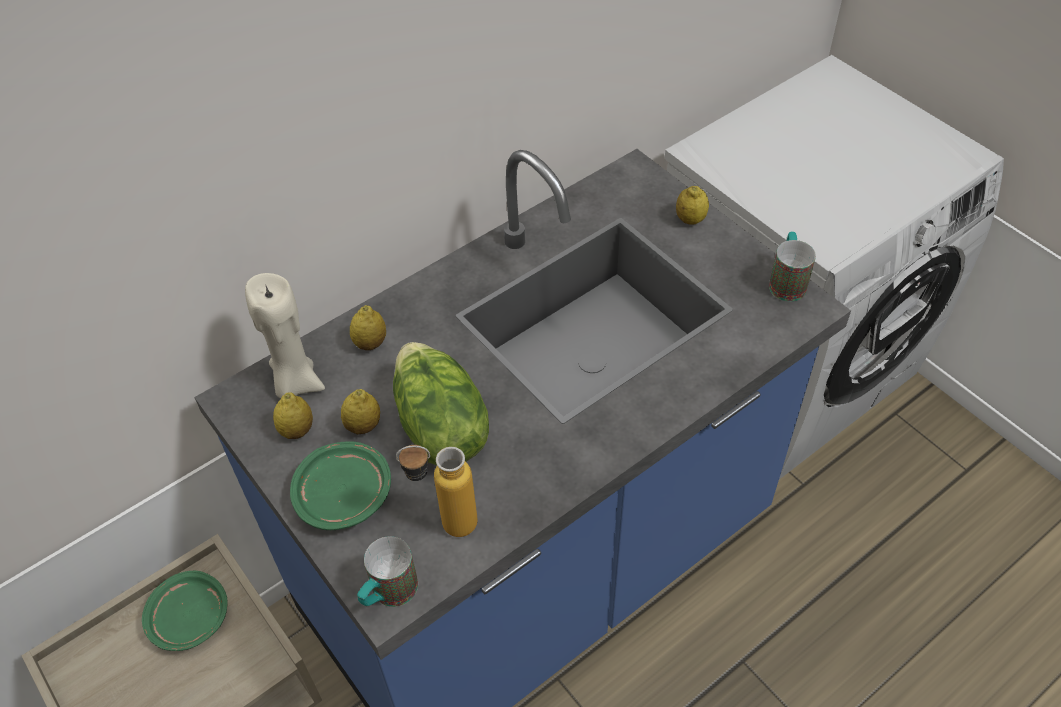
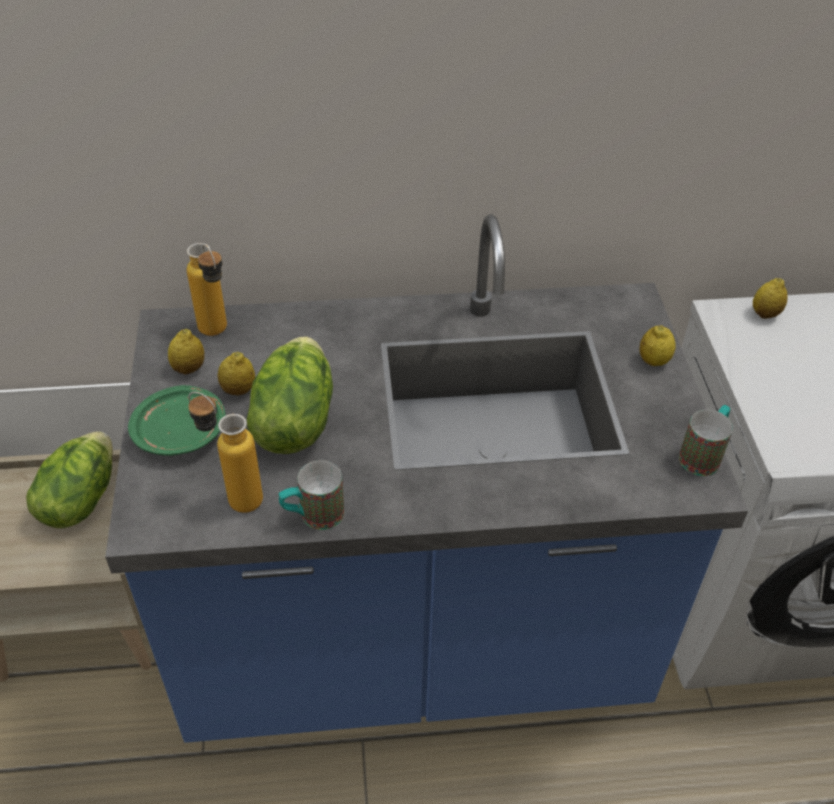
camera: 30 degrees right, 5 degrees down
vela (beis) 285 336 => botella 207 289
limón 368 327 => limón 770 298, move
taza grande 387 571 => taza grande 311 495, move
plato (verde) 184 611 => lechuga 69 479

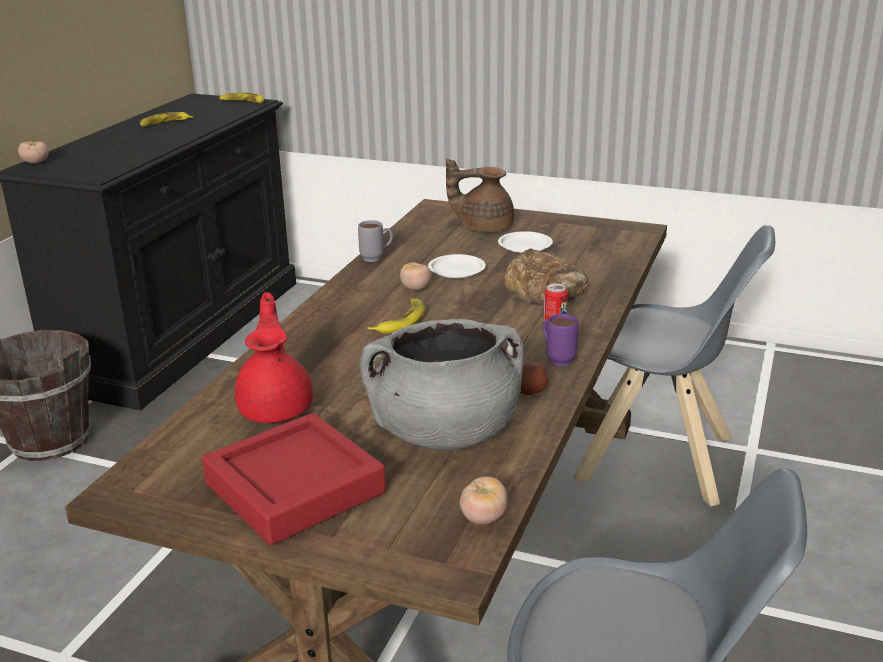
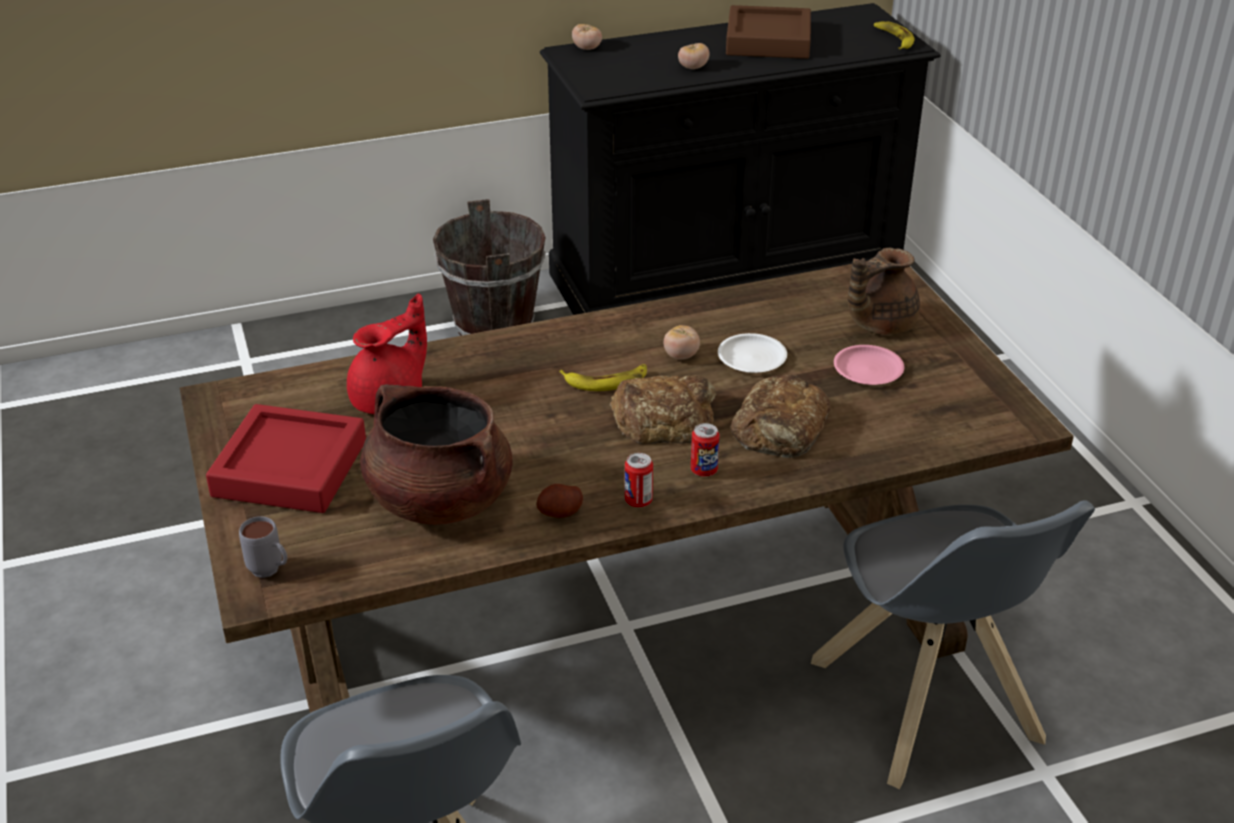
camera: 50 degrees right, 10 degrees up
plátano 167 119 => bandeja (marrón) 768 32
tetera (marrón) 480 195 => tetera (marrón) 884 291, 90 degrees counterclockwise
taza grande (gris) 375 241 => taza grande (gris) 263 547, move
plato (blanco) 525 242 => plato (rosa) 869 365
taza grande (morado) 560 340 => lata 639 480
olla (gris) 442 384 => olla (marrón) 436 454
tomate 484 500 => tomate 693 56, move
nothing => pan 663 409

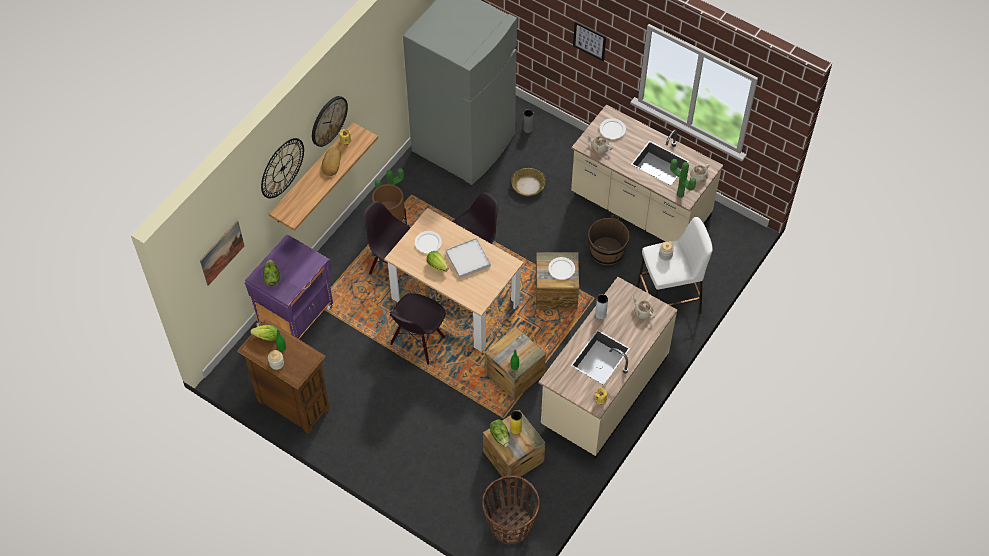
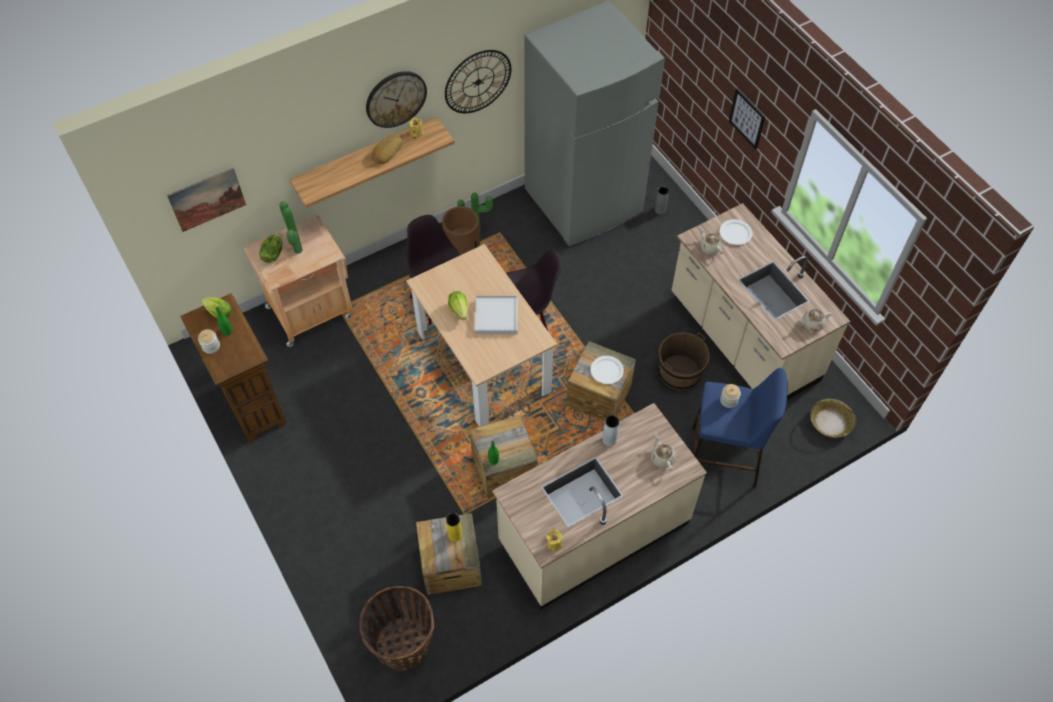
camera: 25 degrees right, 0 degrees up
reloj de pared 282 168 => reloj de pared 478 81, move
planta en maceta 683 178 => planta en maceta 291 227, move
cesta 528 182 => cesta 834 418, move
taburete (blanco) 674 265 => taburete (azul) 740 428
plato (blanco) 428 242 => nothing
carrito (morado) 289 287 => carrito (marrón) 298 281
silla (negro) 418 329 => nothing
lechuga 500 433 => nothing

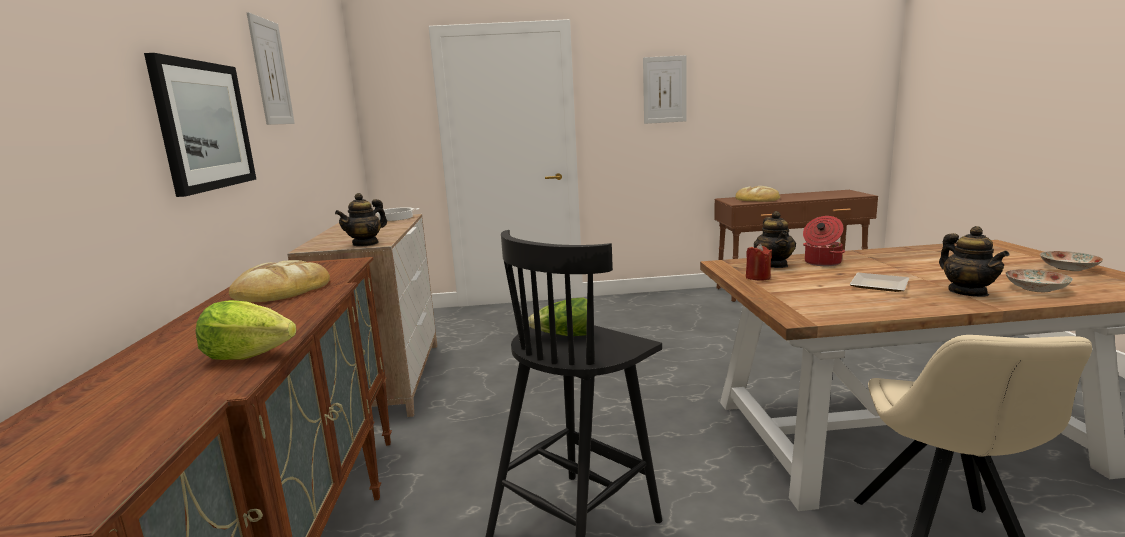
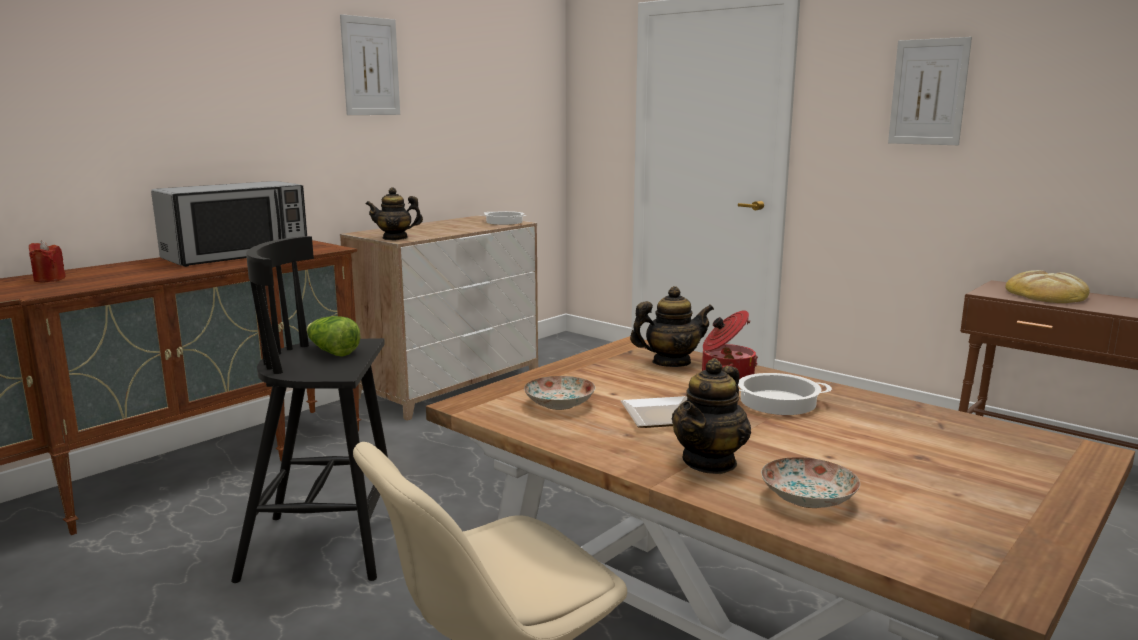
camera: 45 degrees right, 0 degrees up
cuadro 200 125 => nothing
tetera 775 239 => tetera 672 326, 150 degrees counterclockwise
vela (rojo) 759 262 => vela (rojo) 47 261, move
plato 1071 261 => plato 560 393, move
pan 279 281 => microondas 229 224
lechuga 246 330 => nothing
nothing => olla 785 394

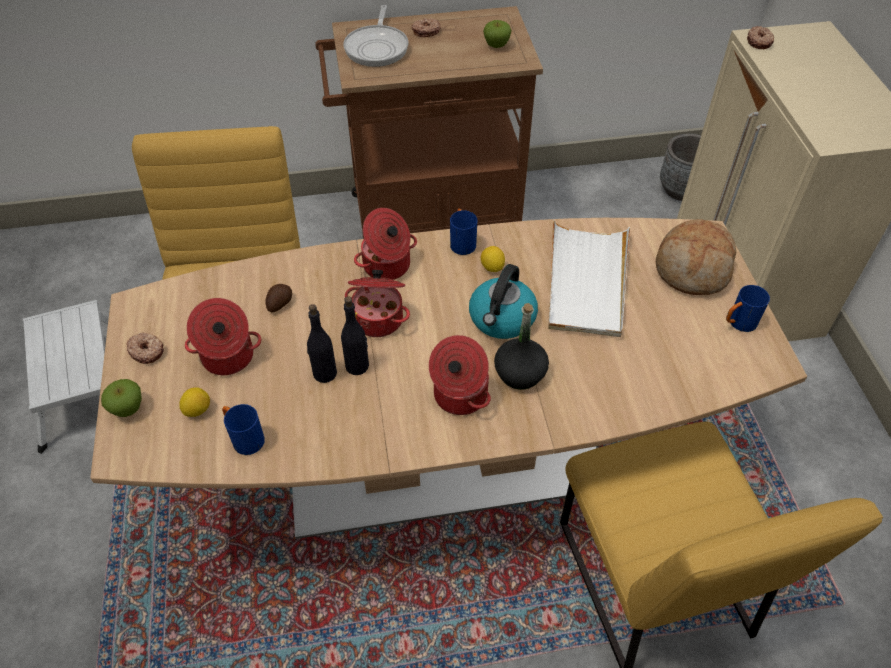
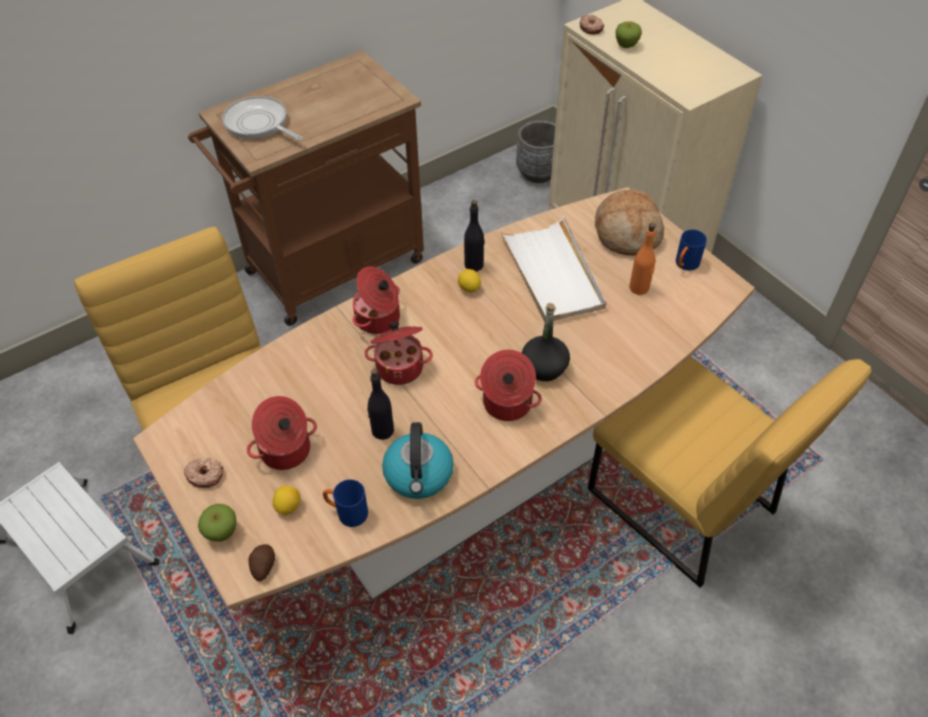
camera: 25 degrees left, 0 degrees up
sartén 375 36 => sartén 262 118, 150 degrees clockwise
rosquilla 425 27 => nothing
manzana 497 34 => manzana 629 34, move
taza grande (azul) 463 232 => nothing
hervidor 503 301 => hervidor 418 460, move
patata 278 298 => patata 262 562, move
botella (negro) 355 335 => botella (negro) 474 235, move
nothing => botella (naranja) 642 259

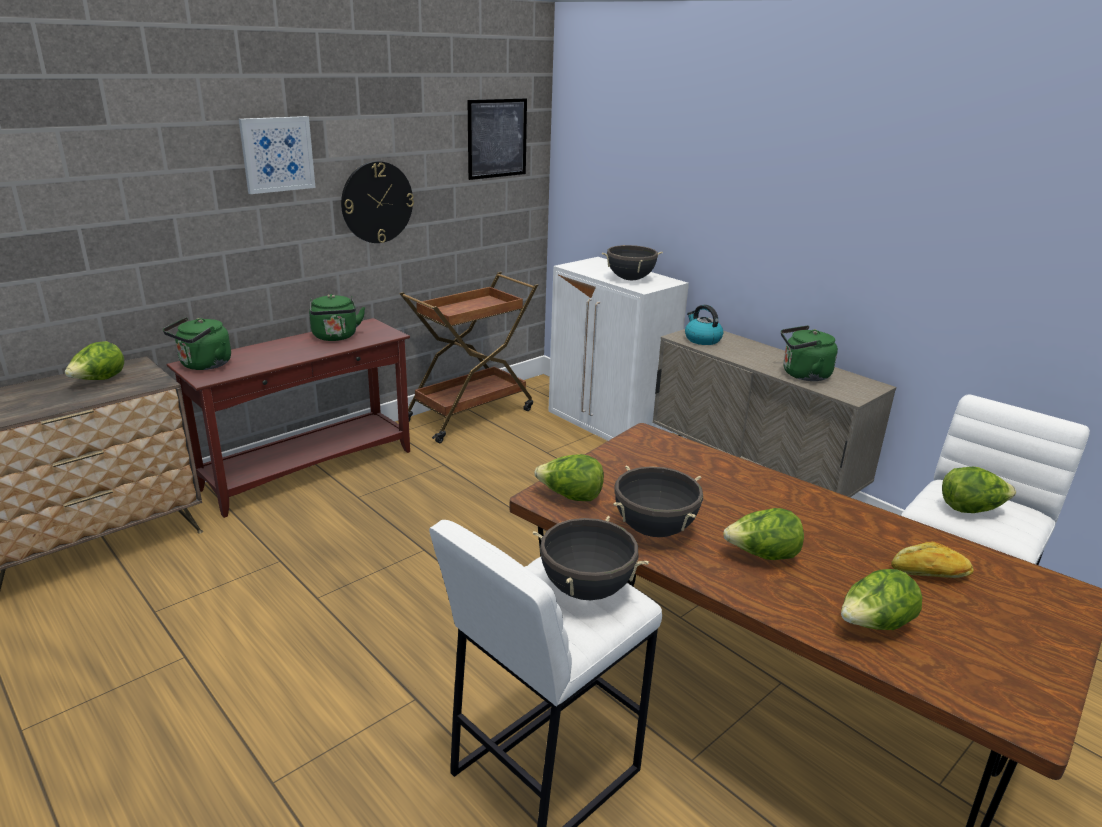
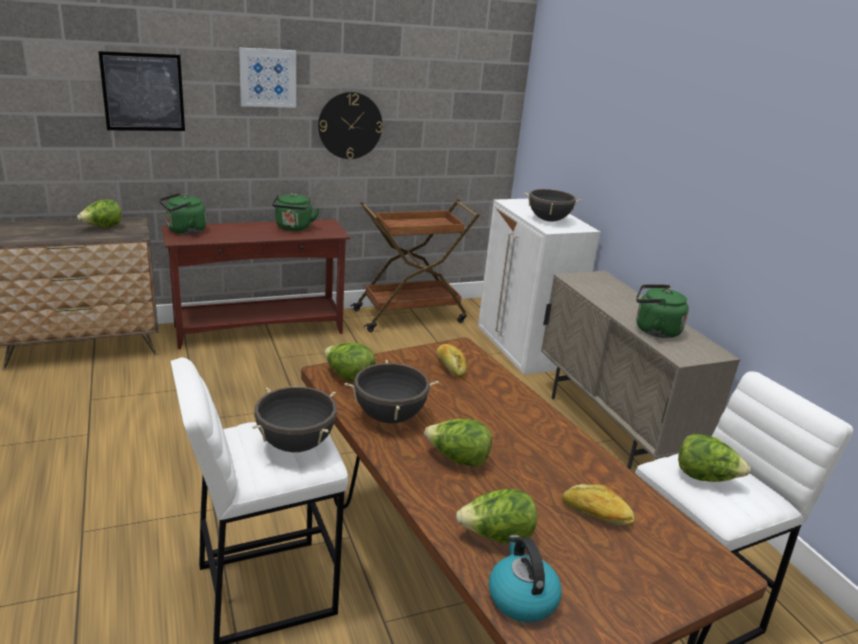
camera: 20 degrees right, 0 degrees up
cuadro 497 139 => cuadro 141 91, move
hervidor 704 325 => hervidor 525 578, move
nothing => pan 452 361

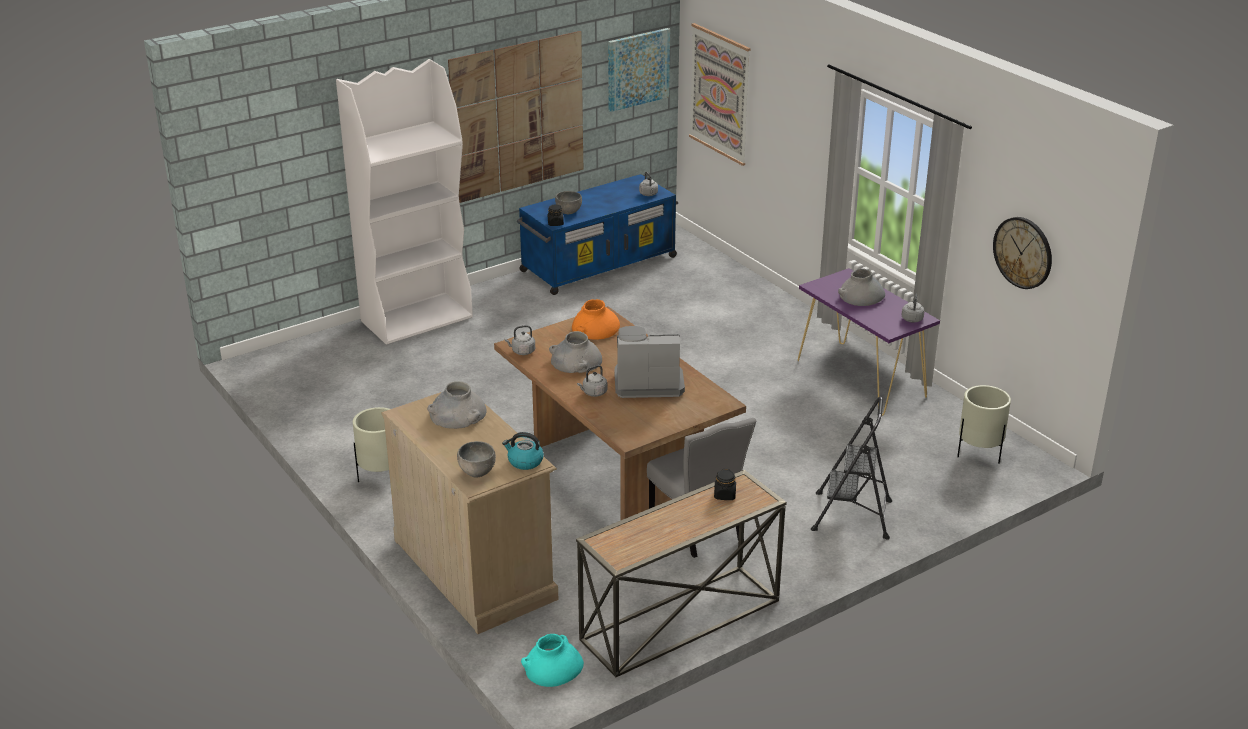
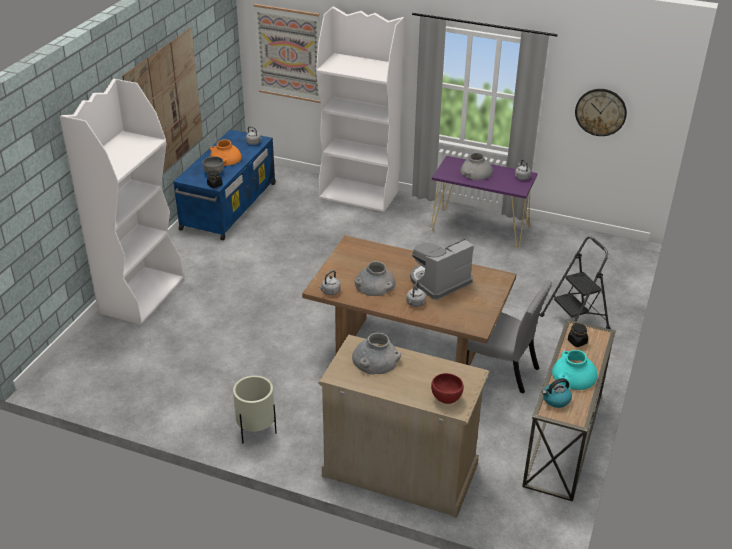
camera: 35 degrees left, 5 degrees up
cuadro 639 70 => nothing
florero (naranja) 596 319 => florero (naranja) 226 152, move
maceta (beis) 984 424 => nothing
hervidor 523 451 => hervidor 557 393, move
cuenco (gris) 476 459 => cuenco (rojo) 447 388
florero (turquesa) 552 660 => florero (turquesa) 575 370, move
nothing => estantería (blanco) 360 109

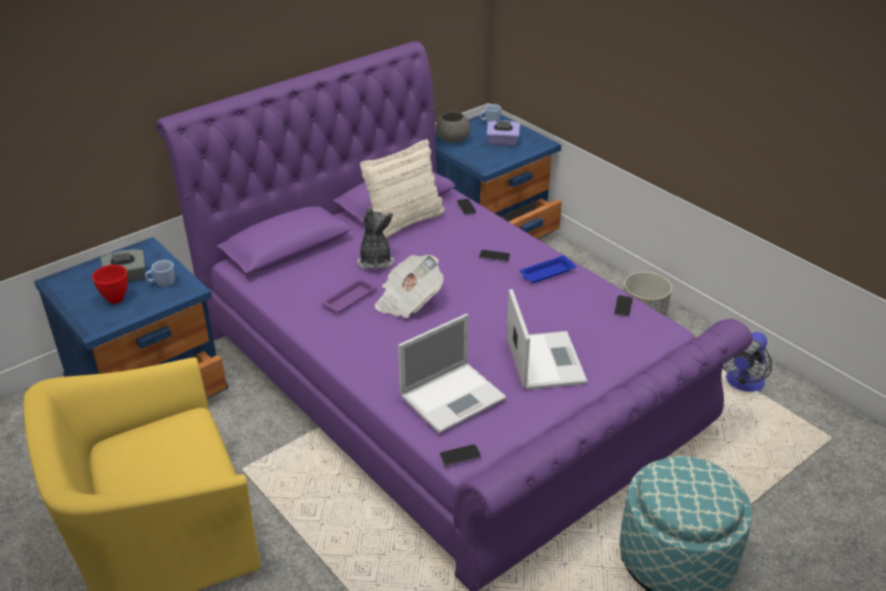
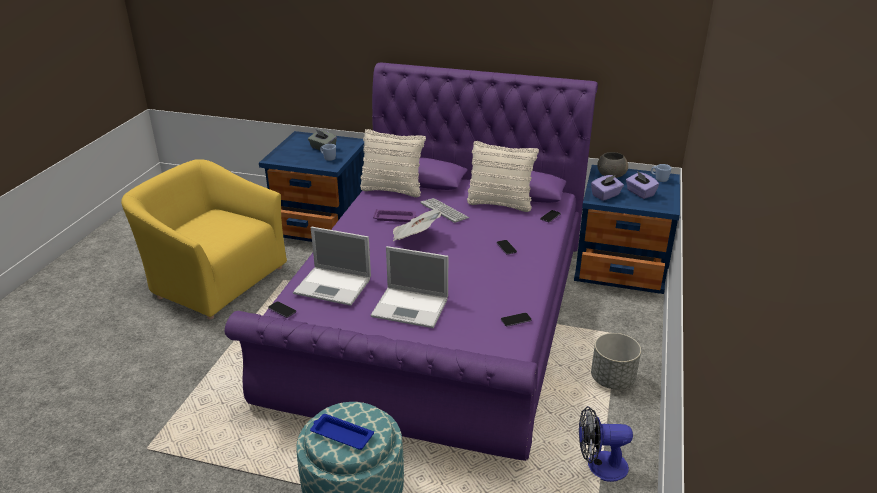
camera: 55 degrees right, 5 degrees down
peluche 375 238 => teclado 444 210
bandeja (azul) 548 269 => bandeja (azul) 342 432, move
cuenco (rojo) 110 284 => nothing
portátil 547 339 => portátil 409 287, 60 degrees clockwise
nothing => cojín (beis) 393 163
nothing => caja de pañuelos (morado) 607 188

